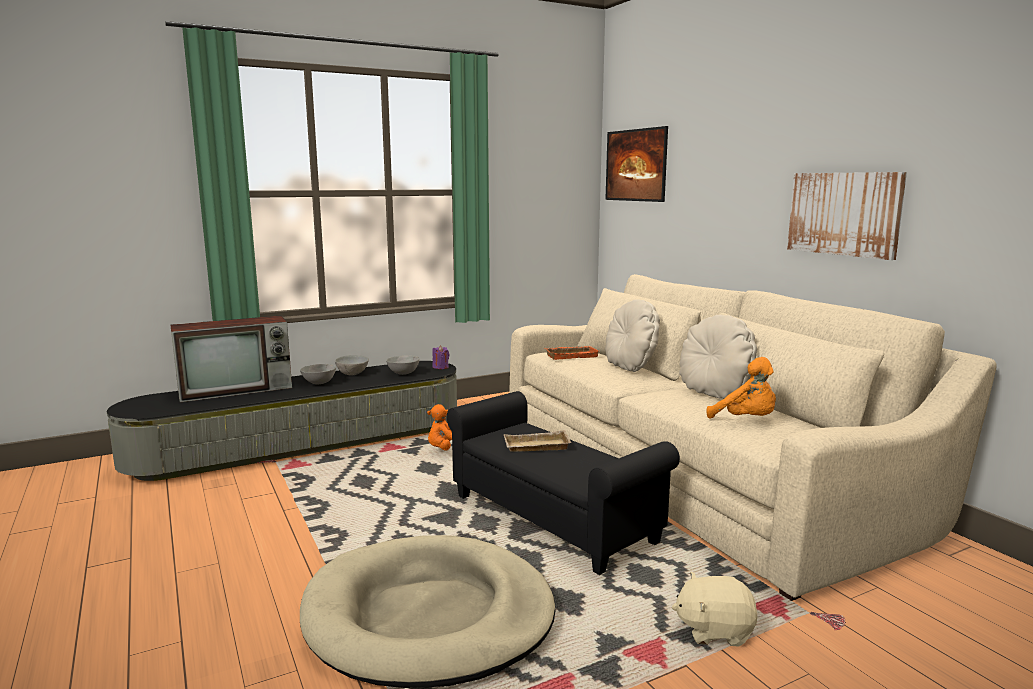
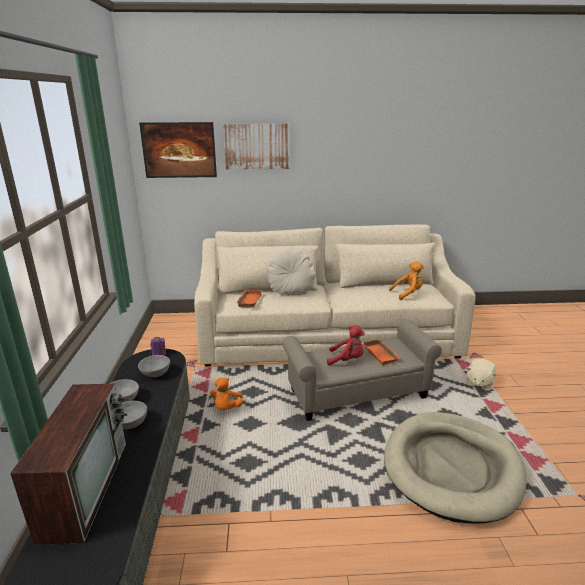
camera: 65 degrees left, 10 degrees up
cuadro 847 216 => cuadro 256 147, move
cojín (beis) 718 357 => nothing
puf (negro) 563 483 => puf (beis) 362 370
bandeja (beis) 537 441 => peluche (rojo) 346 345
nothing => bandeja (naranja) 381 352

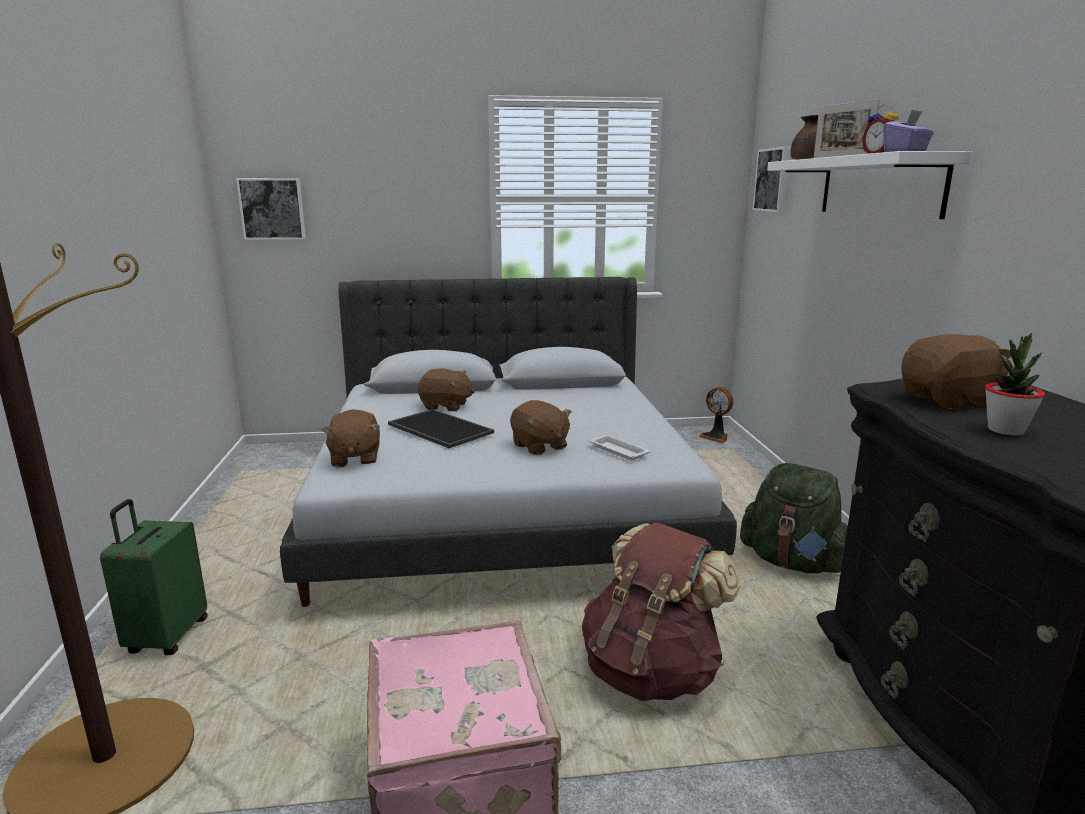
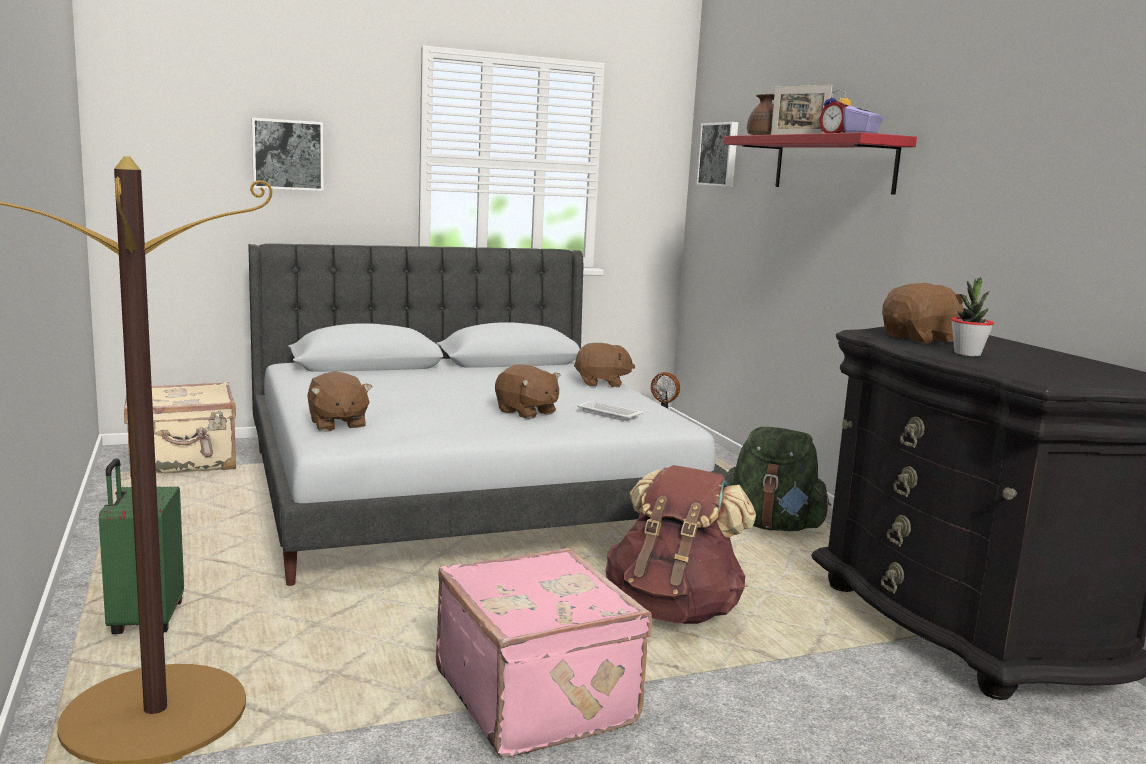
camera: 15 degrees left, 5 degrees down
estante (blanco) 870 185 => estante (rojo) 820 163
cuadro 271 209 => cuadro 288 154, move
peluche (marrón) 446 389 => peluche (marrón) 604 365, move
bandeja 441 428 => nothing
nothing => maleta (beis) 180 428

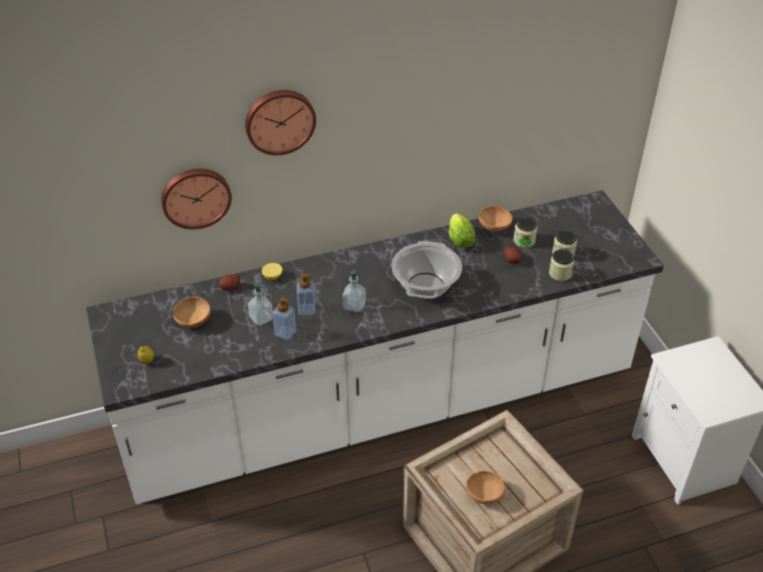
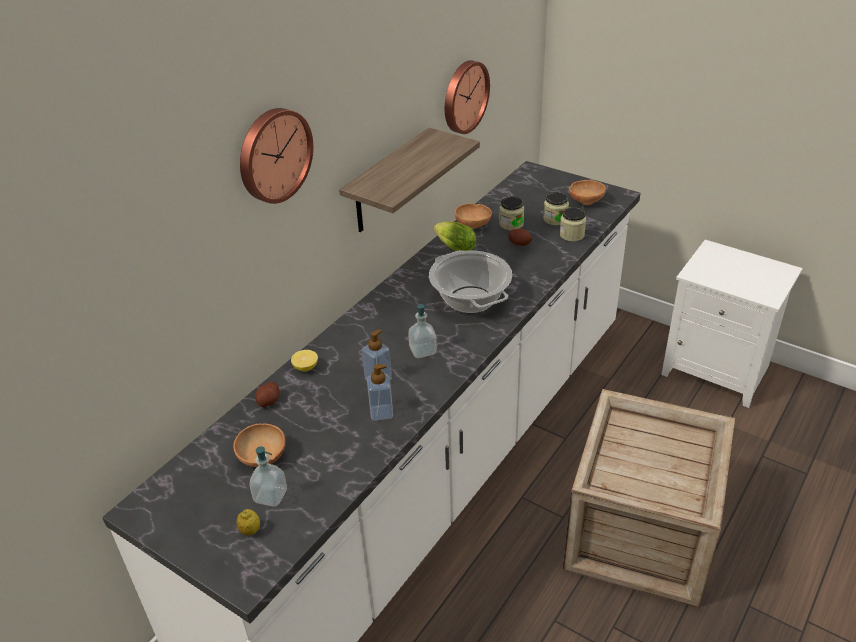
camera: 35 degrees left, 5 degrees down
reloj de pared 196 199 => reloj de pared 467 97, move
dispensador de jabón 260 304 => dispensador de jabón 268 476, move
cuenco (marrón) 485 487 => cuenco (marrón) 587 192, move
nothing => estante 409 180

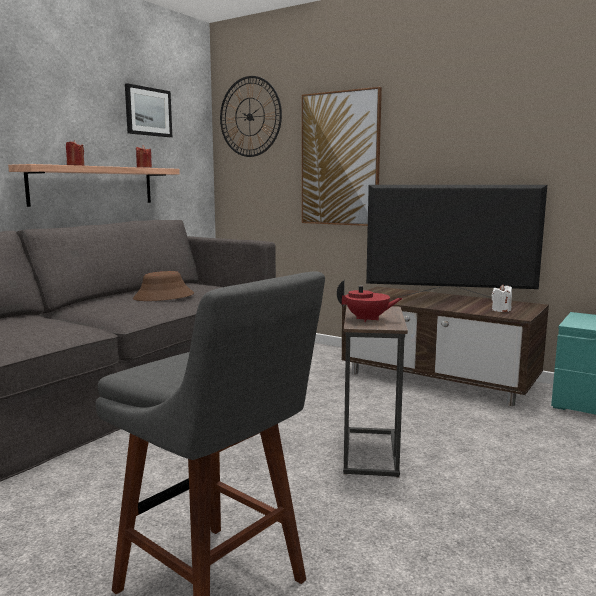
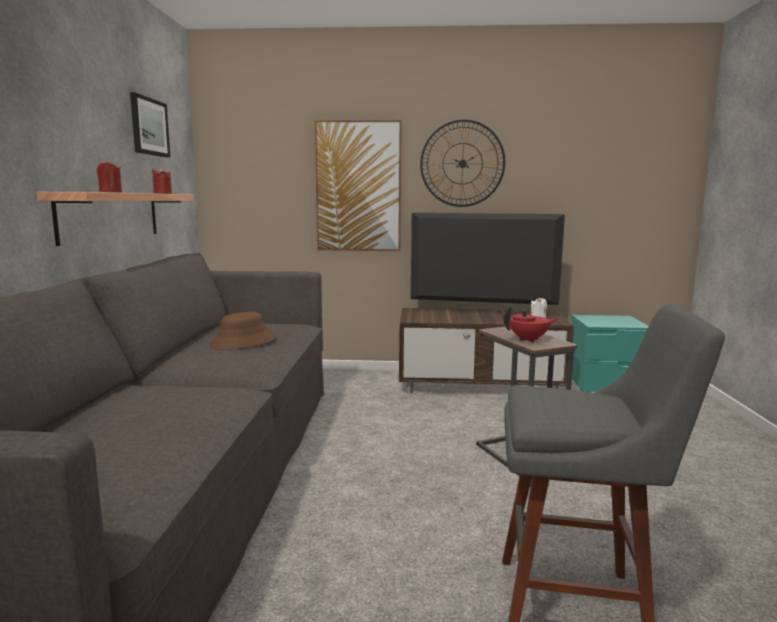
camera: 30 degrees left, 0 degrees up
reloj de pared 251 116 => reloj de pared 462 163, move
televisor 456 241 => televisor 488 263, 150 degrees counterclockwise

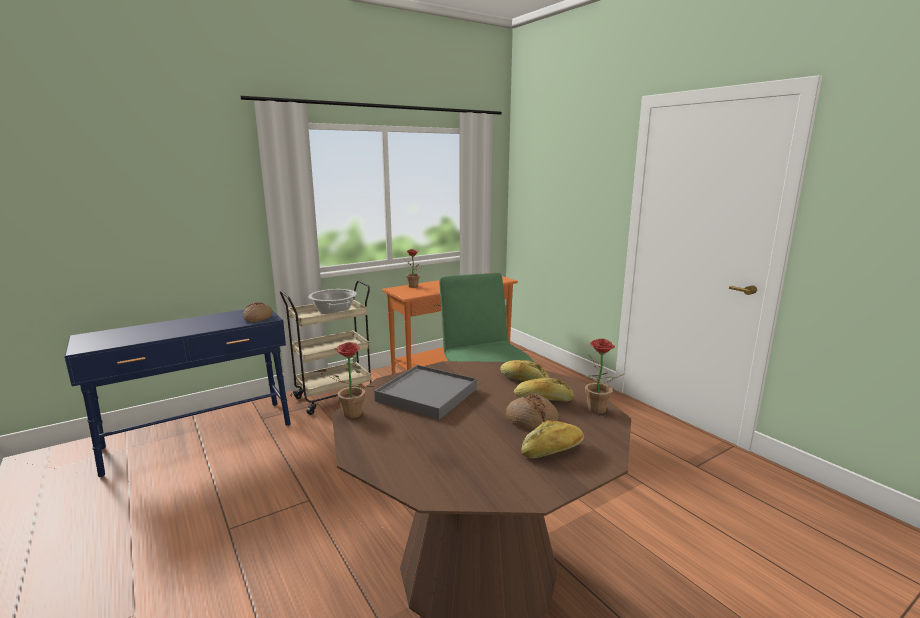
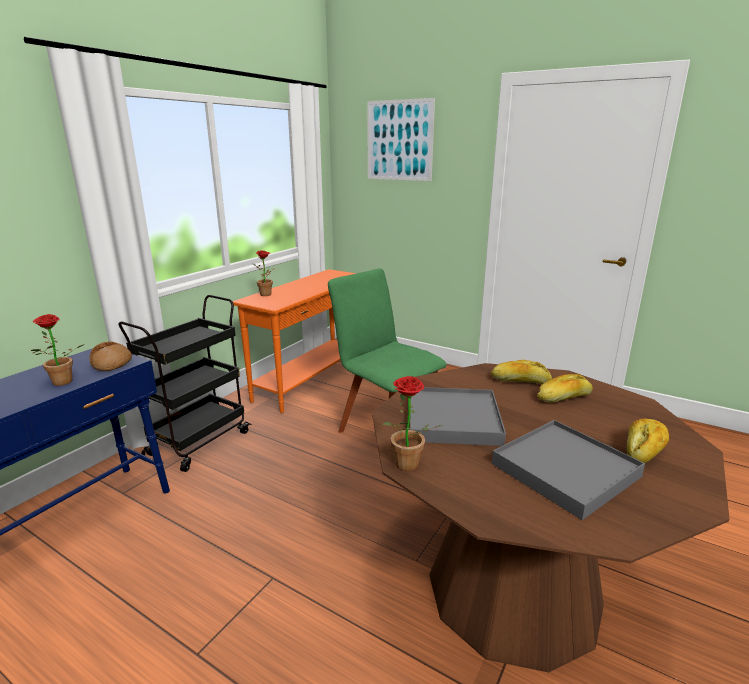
camera: 25 degrees left, 5 degrees up
carrito (beis) 326 347 => carrito (negro) 185 383
olla 333 301 => nothing
planta en maceta 604 376 => planta en maceta 58 350, move
pan 532 412 => nothing
nothing => cuadro 401 139
nothing => bandeja (gris) 568 470

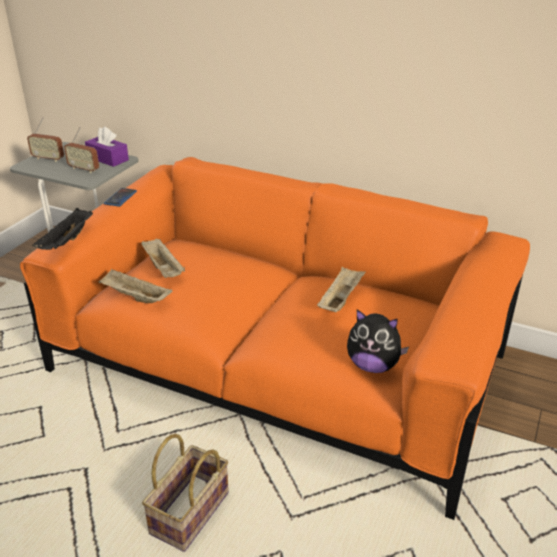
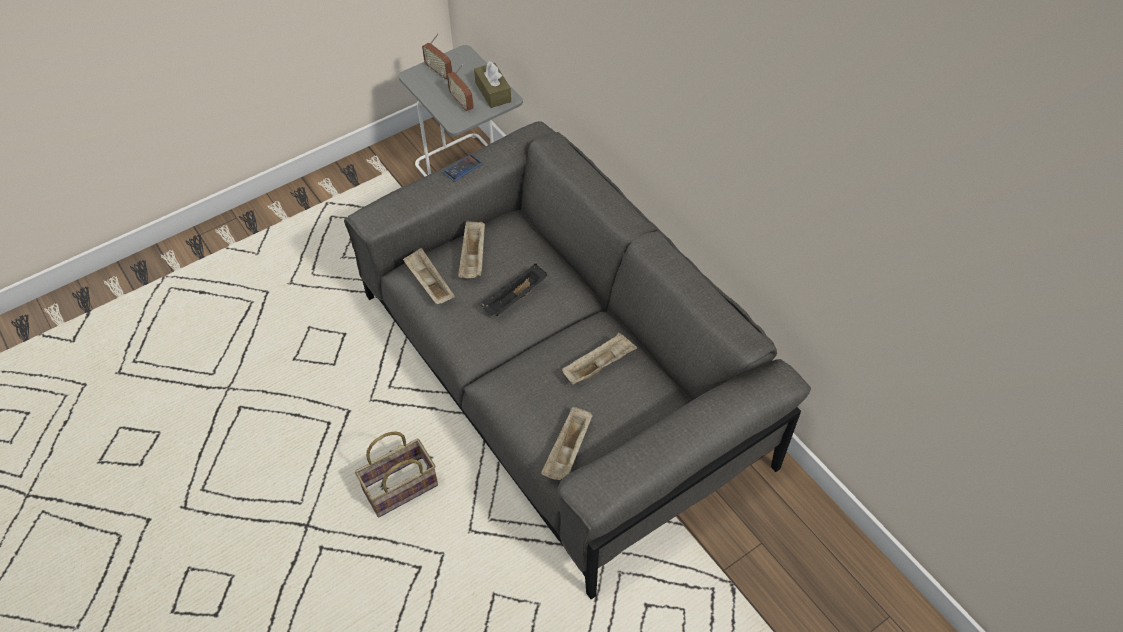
camera: 30 degrees right, 20 degrees up
caja de pañuelos (morado) 107 146 => caja de pañuelos (marrón) 492 84
sofá (naranja) 275 338 => sofá (gris) 577 360
bandeja (negro) 62 229 => bandeja (negro) 513 290, move
peluche 378 341 => bandeja (beis) 567 443

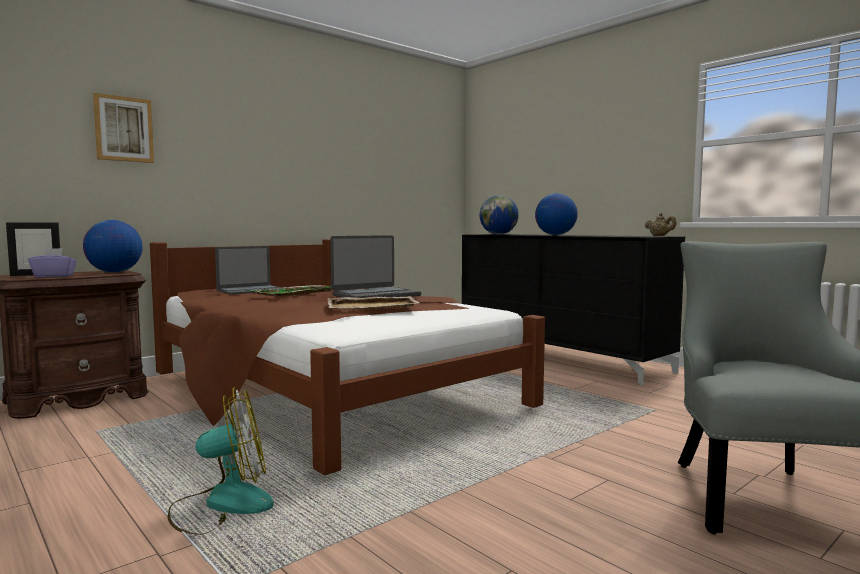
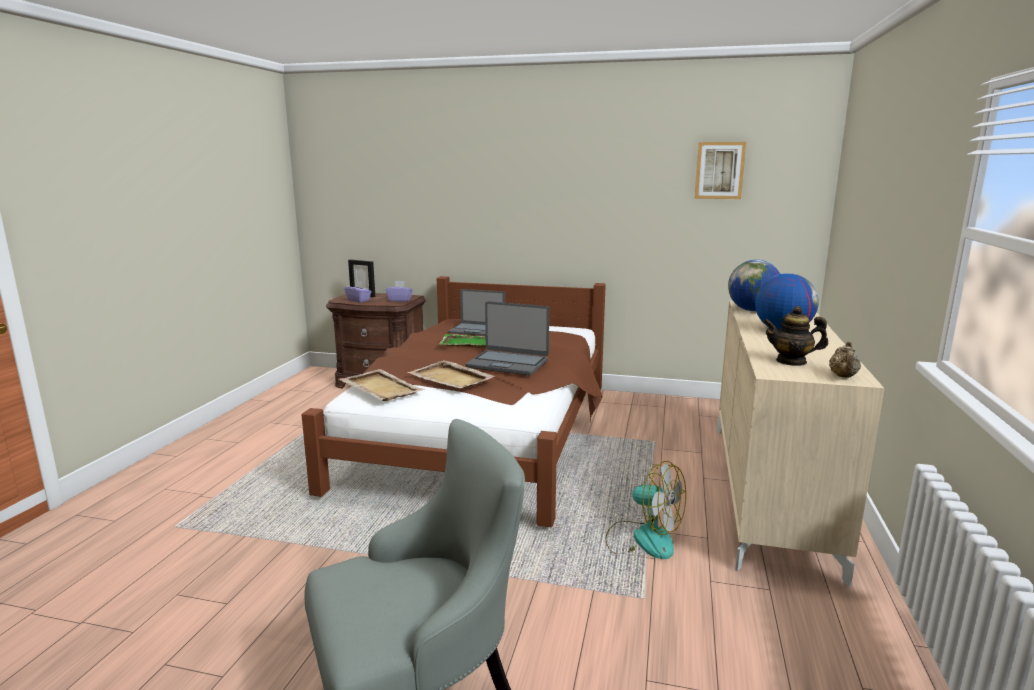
camera: 55 degrees right, 10 degrees up
cuadro 123 128 => cuadro 720 170, move
globo terráqueo 113 246 => caja de pañuelos (morado) 399 291
cómoda (negro) 573 310 => cómoda (beis) 801 443
ventilador 220 461 => ventilador 645 510, move
nothing => tetera 795 336
nothing => bandeja (beis) 382 385

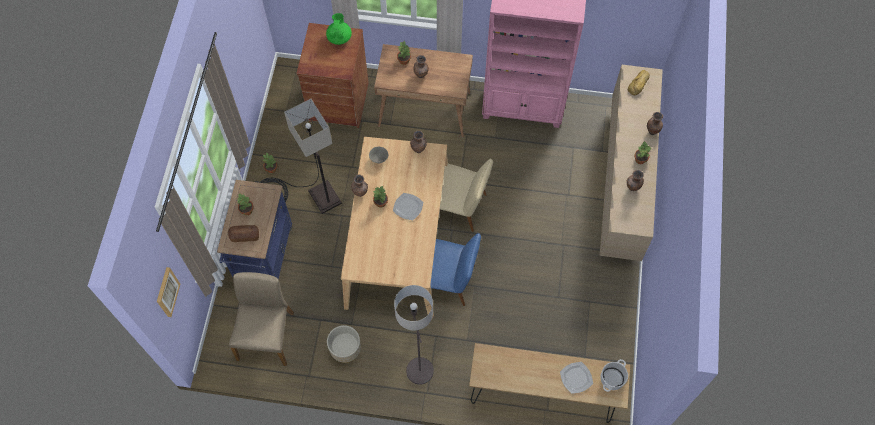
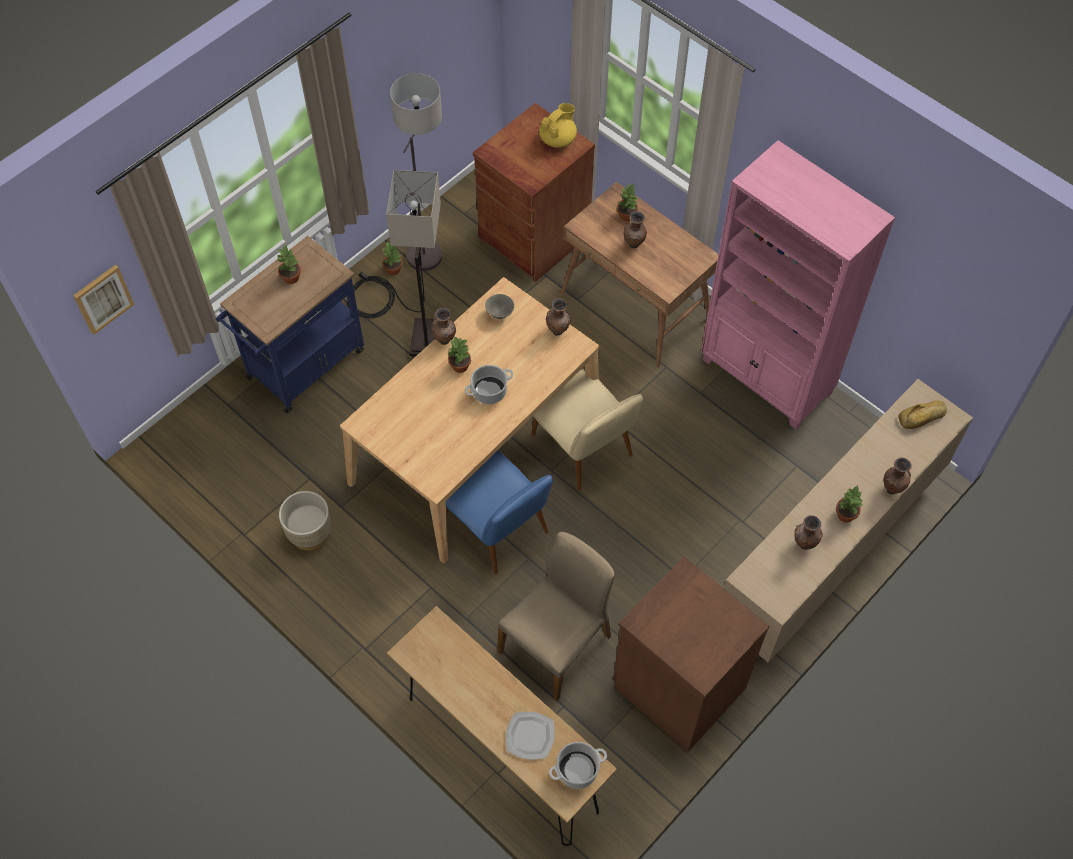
camera: 35 degrees right, 5 degrees down
tetera (verde) 339 29 => tetera (amarillo) 558 125
plato 408 206 => olla 489 384
pan 243 233 => nothing
silla (beis) 261 319 => silla (beis) 556 616, move
lámpara de pie (gris) 414 335 => lámpara de pie (gris) 416 172, move
nothing => cómoda (marrón) 691 654

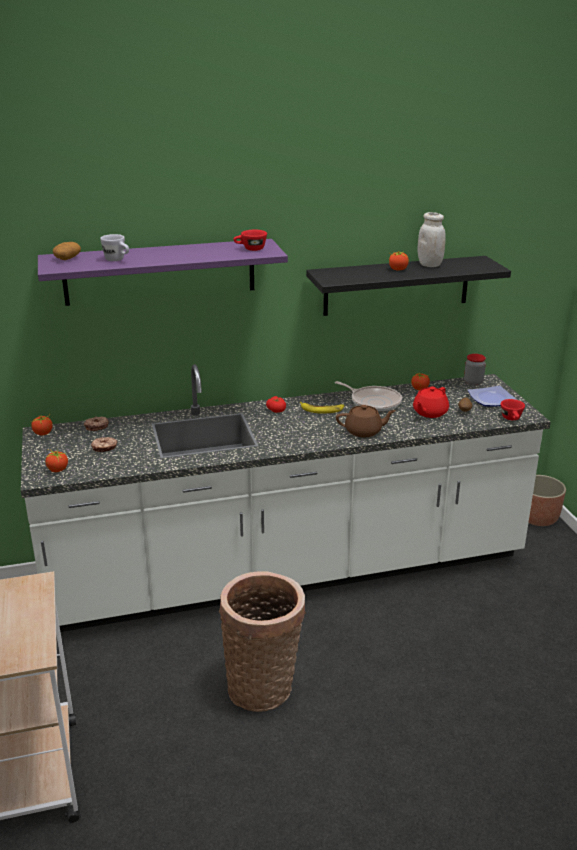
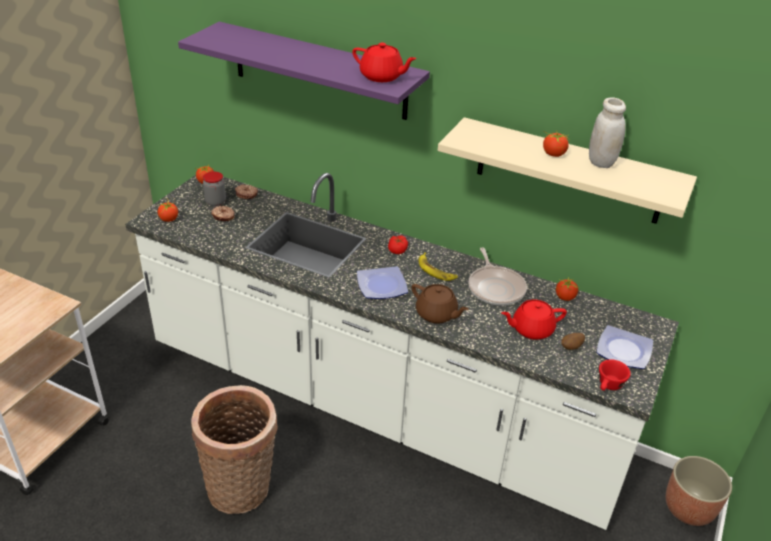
camera: 40 degrees right, 10 degrees up
taza (rojo) 250 240 => tetera (rojo) 384 62
taza grande (blanco) 114 247 => nothing
patata 67 251 => nothing
estante (negro) 408 286 => estante (beis) 567 170
tarro 475 370 => tarro 214 189, move
nothing => plato 382 282

